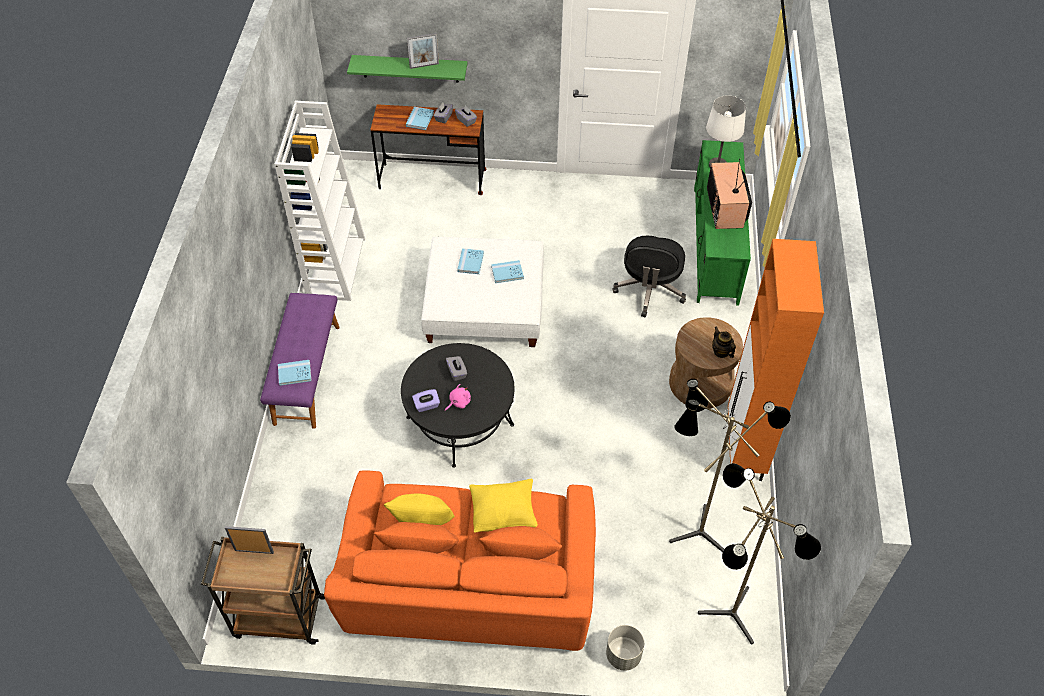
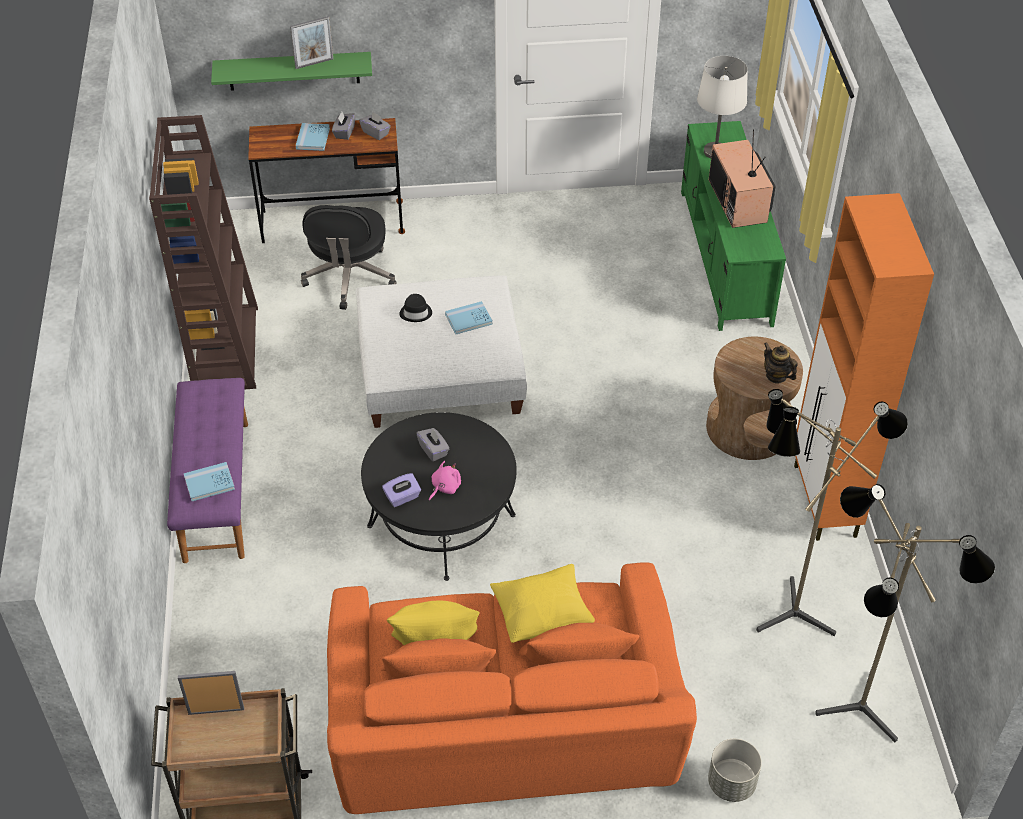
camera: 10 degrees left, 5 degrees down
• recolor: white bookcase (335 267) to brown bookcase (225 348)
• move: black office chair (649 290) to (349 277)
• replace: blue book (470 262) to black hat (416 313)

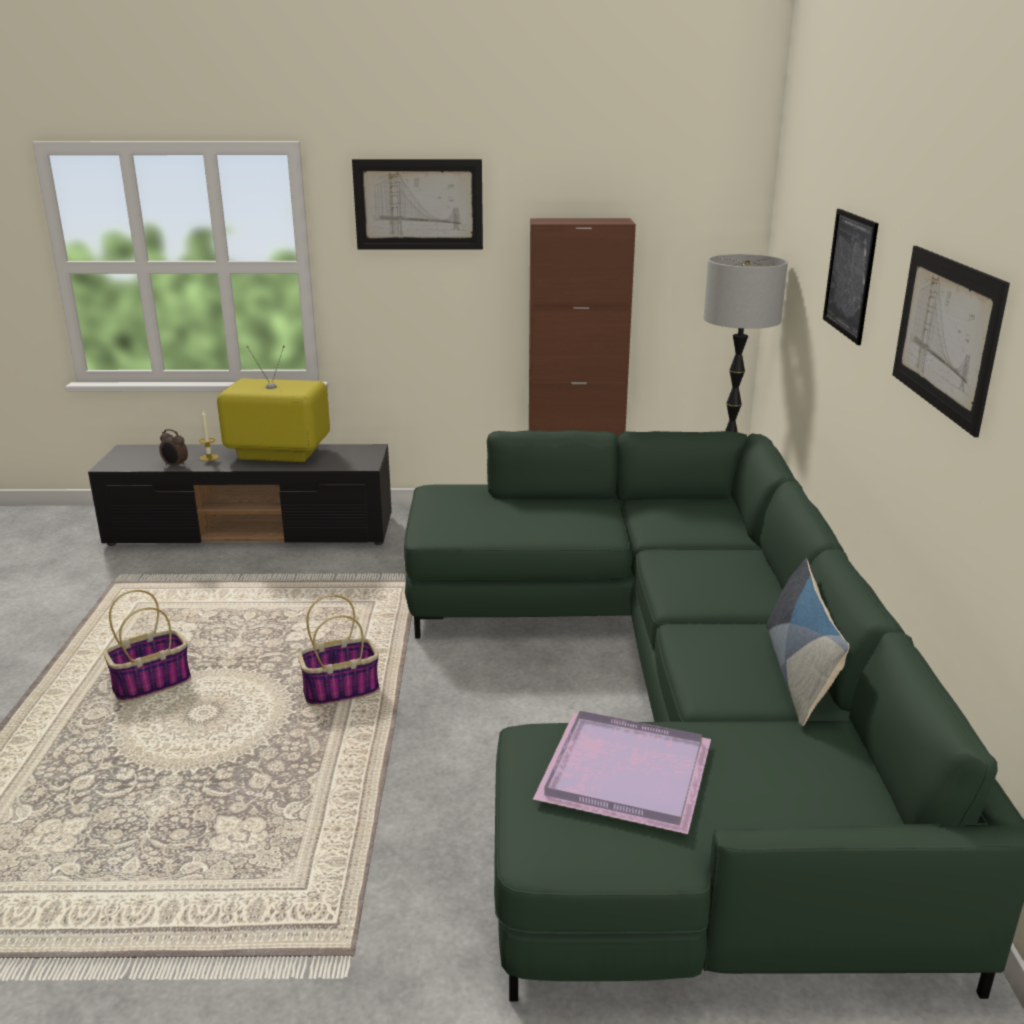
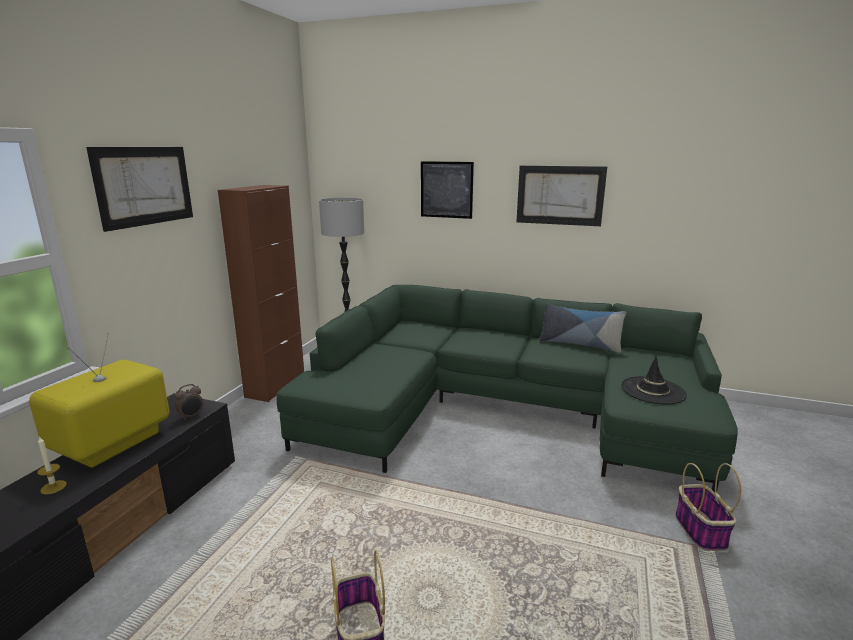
camera: 70 degrees left, 5 degrees down
• move: alarm clock (175 466) to (191 416)
• replace: purple tray (623 771) to black hat (652 390)
• move: basket (342 690) to (699 530)

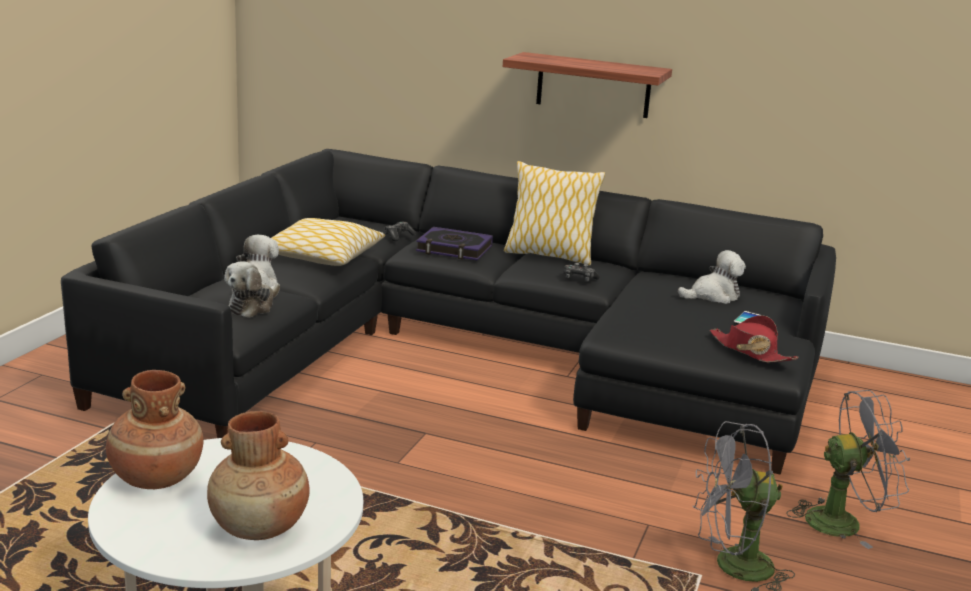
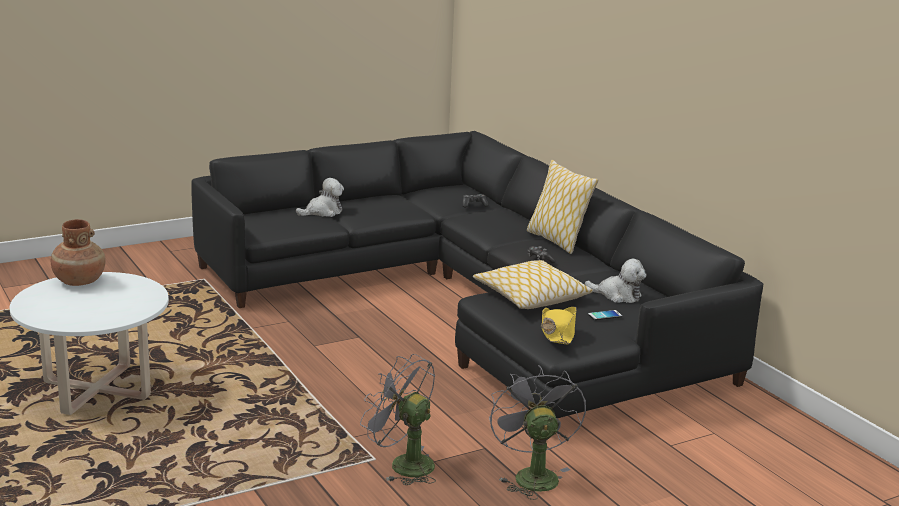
camera: 40 degrees right, 0 degrees up
• move: pillow (321 256) to (531 297)
• rotate: grey fan (843 522) = (532 475) 135 degrees counterclockwise
• recolor: red hat (750 351) to yellow hat (557 333)
• delete: brown vase (260 528)
• delete: plush toy (252 306)
• delete: book (454 249)
• delete: shelf (593 85)

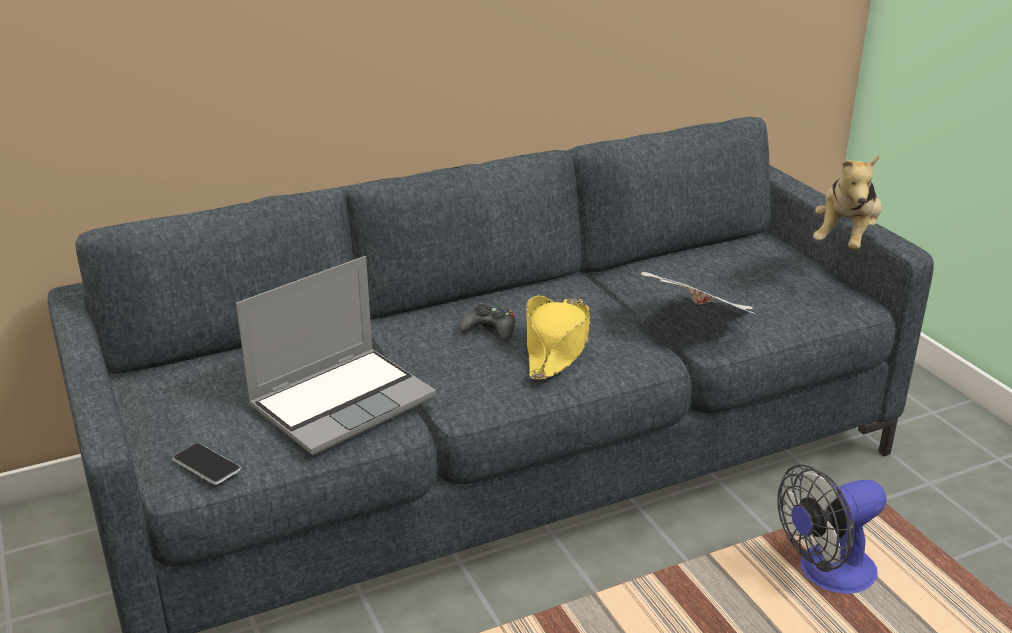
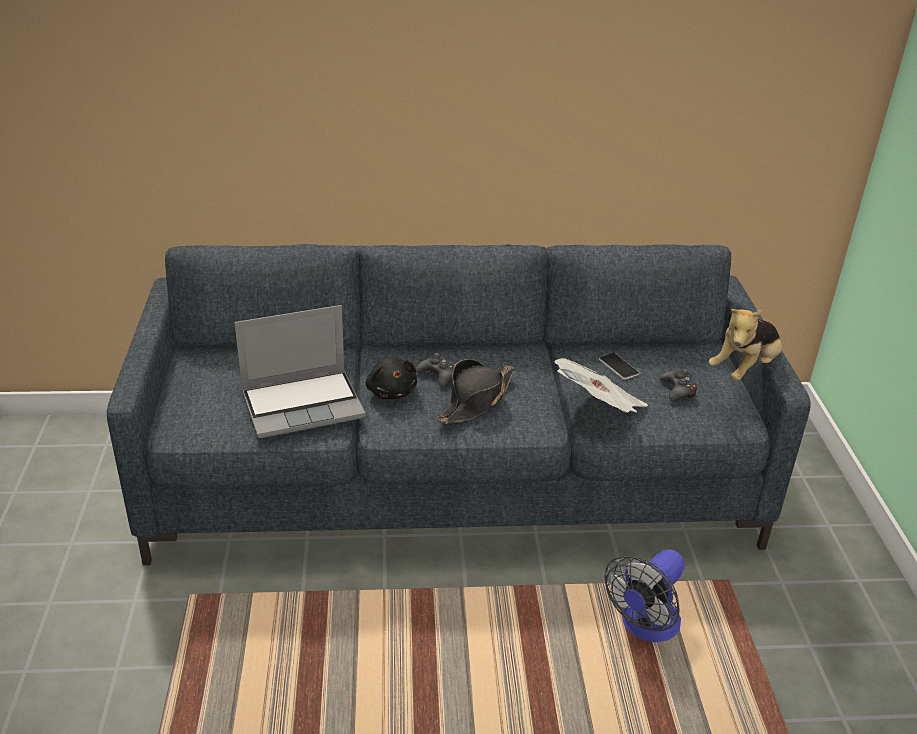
camera: 20 degrees right, 5 degrees up
• insert: black plush toy (391 391)
• recolor: yellow hat (556 347) to black hat (476 401)
• move: phone (206 465) to (618 367)
• rotate: fan (826 574) = (644 627) 45 degrees counterclockwise
• insert: black game controller (678 390)

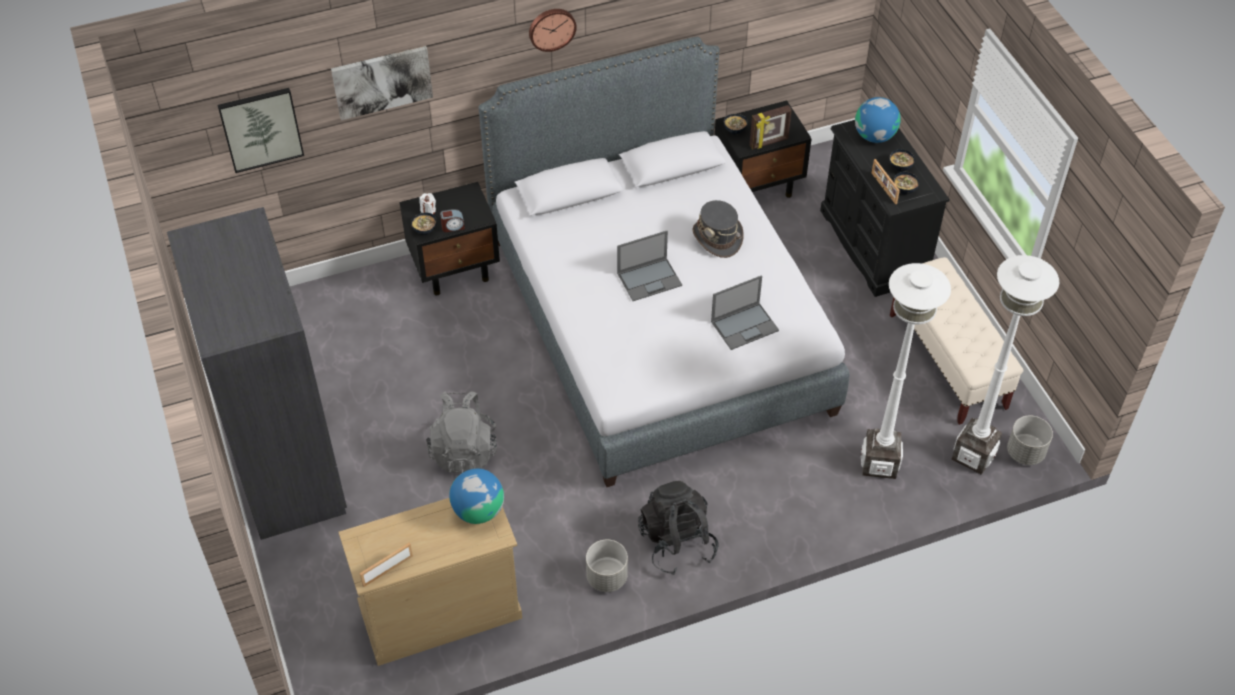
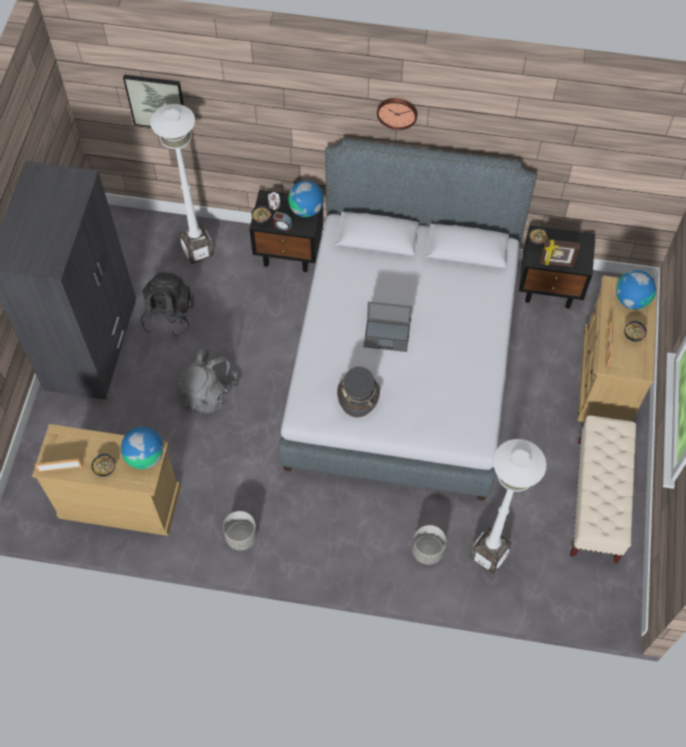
camera: 30 degrees right, 10 degrees up
• move: bowl (905 189) to (105 469)
• move: black backpack (677 543) to (169 316)
• move: white floor lamp (973 455) to (198 251)
• insert: globe (306 209)
• move: grey hat (717 237) to (358 396)
• move: grey planter (1025 452) to (428 551)
• recolor: black dresser (873 245) to beige dresser (605 378)
• delete: picture (382 81)
• delete: laptop (745 325)

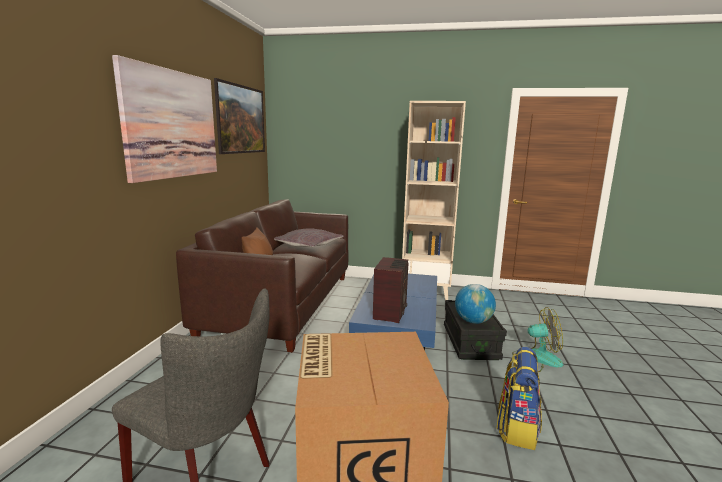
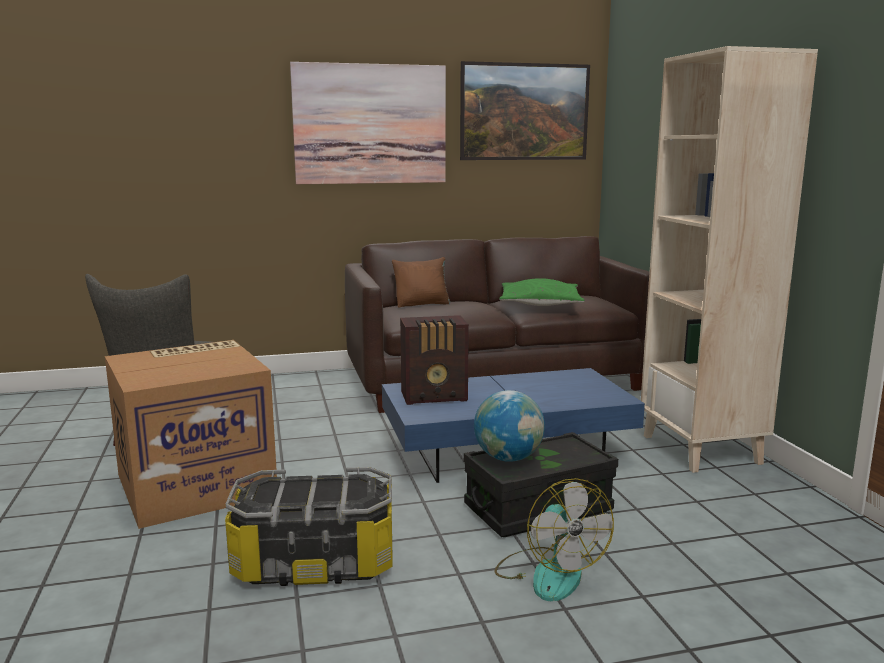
camera: 65 degrees right, 0 degrees up
• replace: backpack (516 428) to storage box (315 562)
• recolor: grey pillow (308 245) to green pillow (540 304)

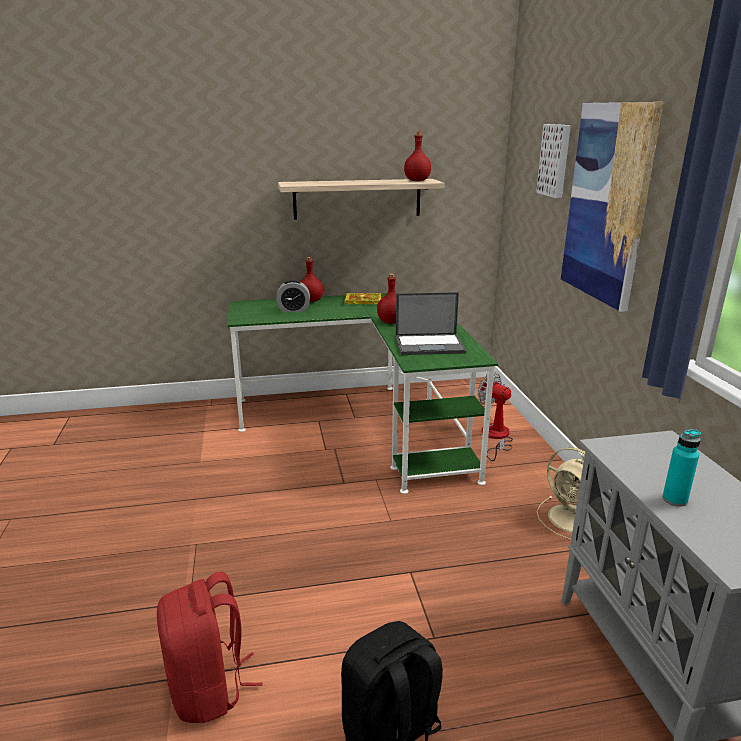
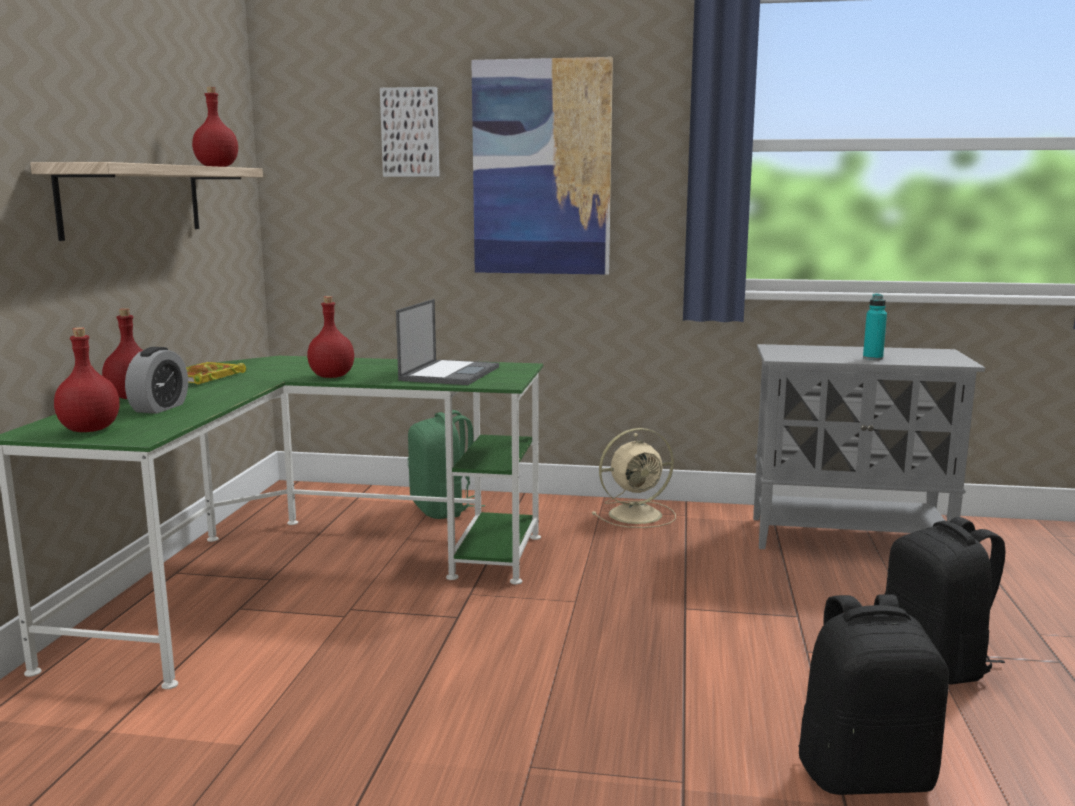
camera: 70 degrees left, 10 degrees down
• insert: red bottle (91 429)
• replace: fan (495 437) to green backpack (442 509)
• recolor: red backpack (209 688) to black backpack (865 774)

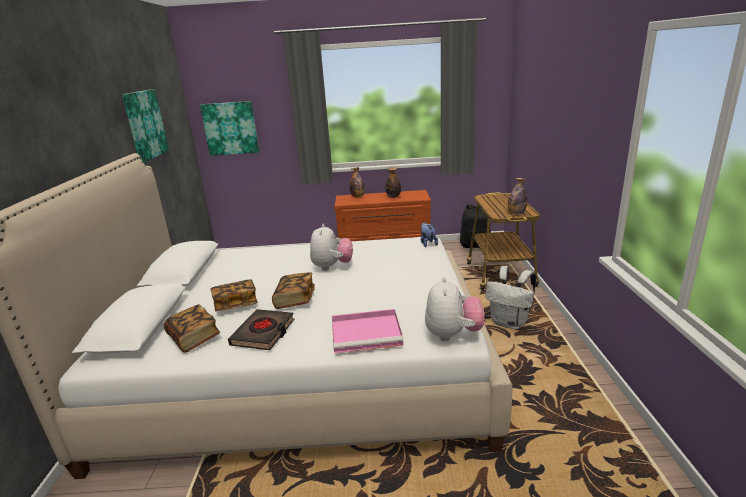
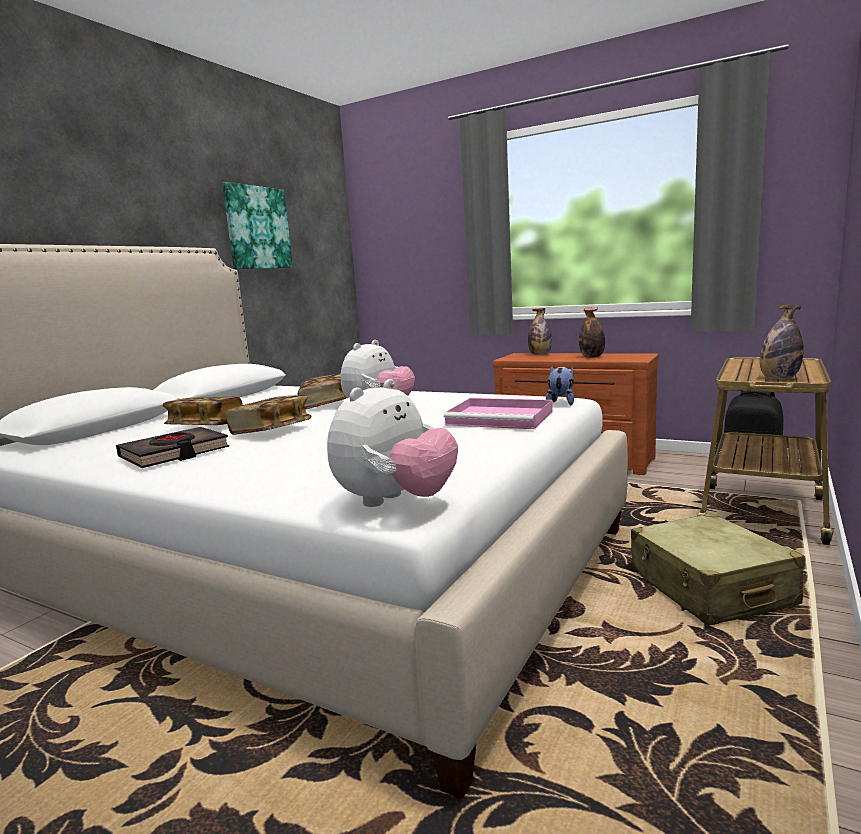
camera: 30 degrees right, 10 degrees down
• move: book (194 338) to (323 405)
• move: pink tray (367 333) to (502 418)
• replace: white backpack (510 323) to beige suitcase (710 588)
• delete: picture (230 128)

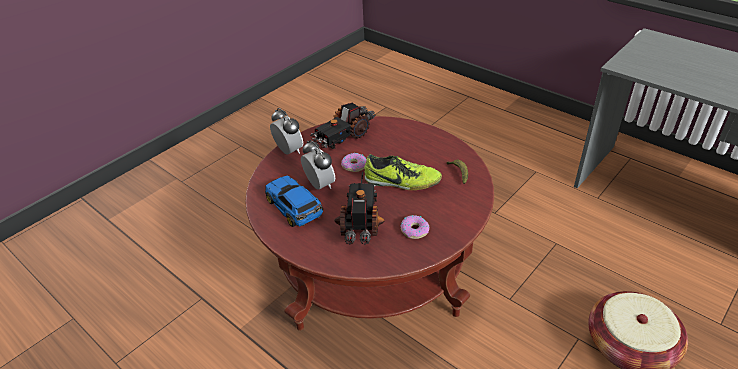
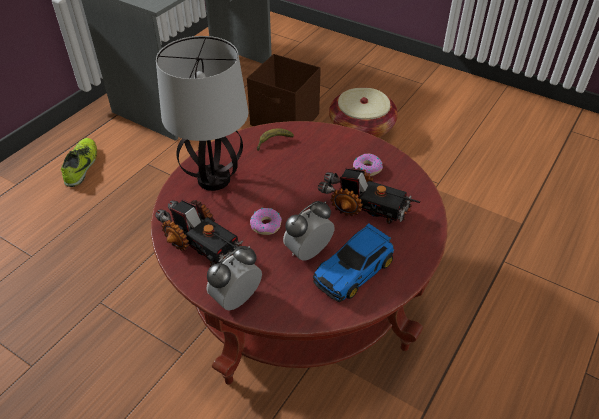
camera: 100 degrees left, 5 degrees up
• move: shoe (402 182) to (82 166)
• insert: table lamp (215 179)
• insert: brown storage box (285 120)
• rotate: toy truck (361 222) = (365 207) 150 degrees counterclockwise

